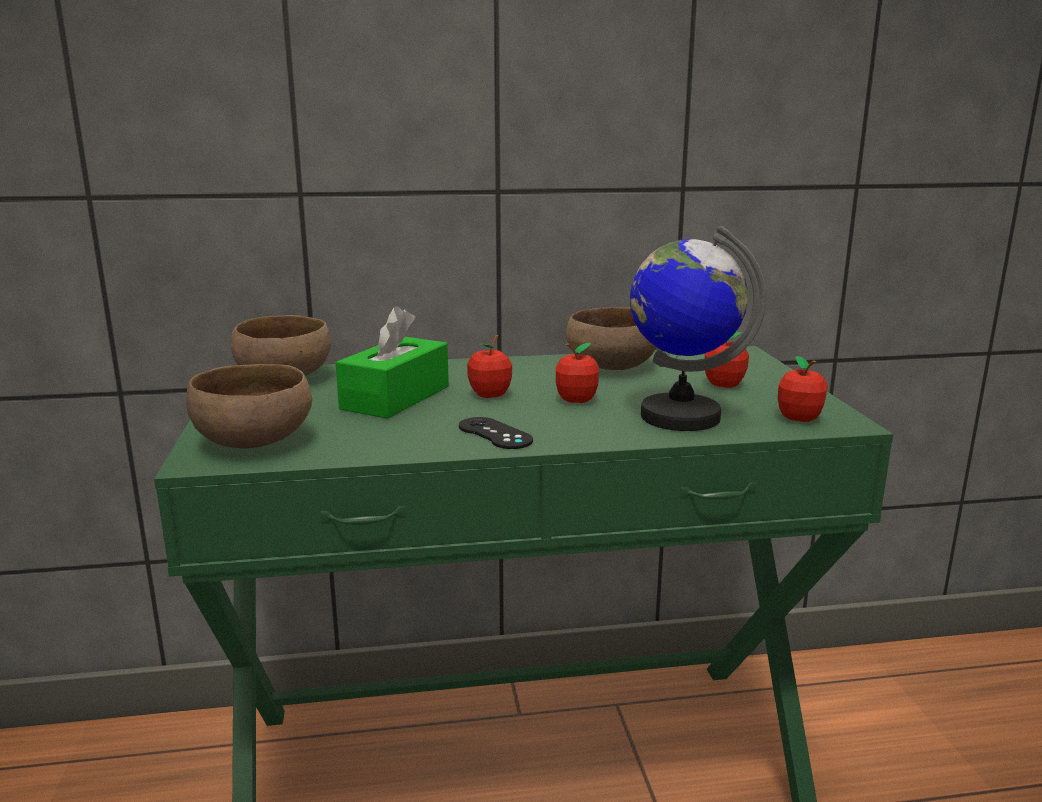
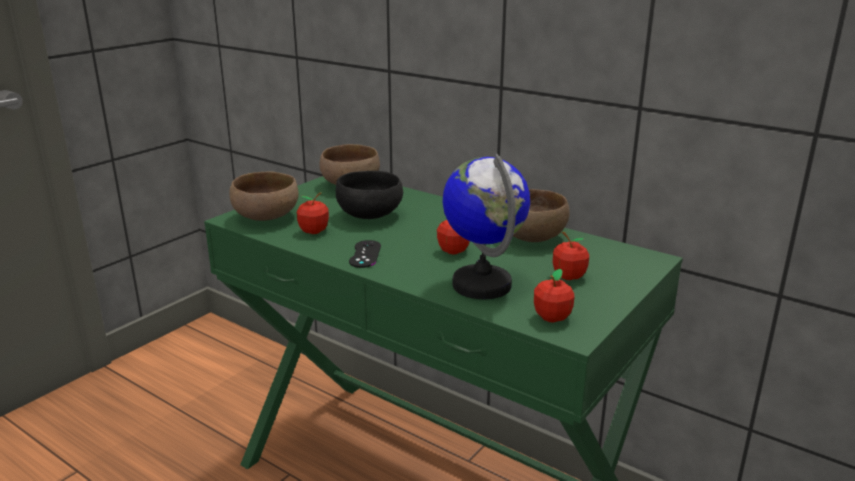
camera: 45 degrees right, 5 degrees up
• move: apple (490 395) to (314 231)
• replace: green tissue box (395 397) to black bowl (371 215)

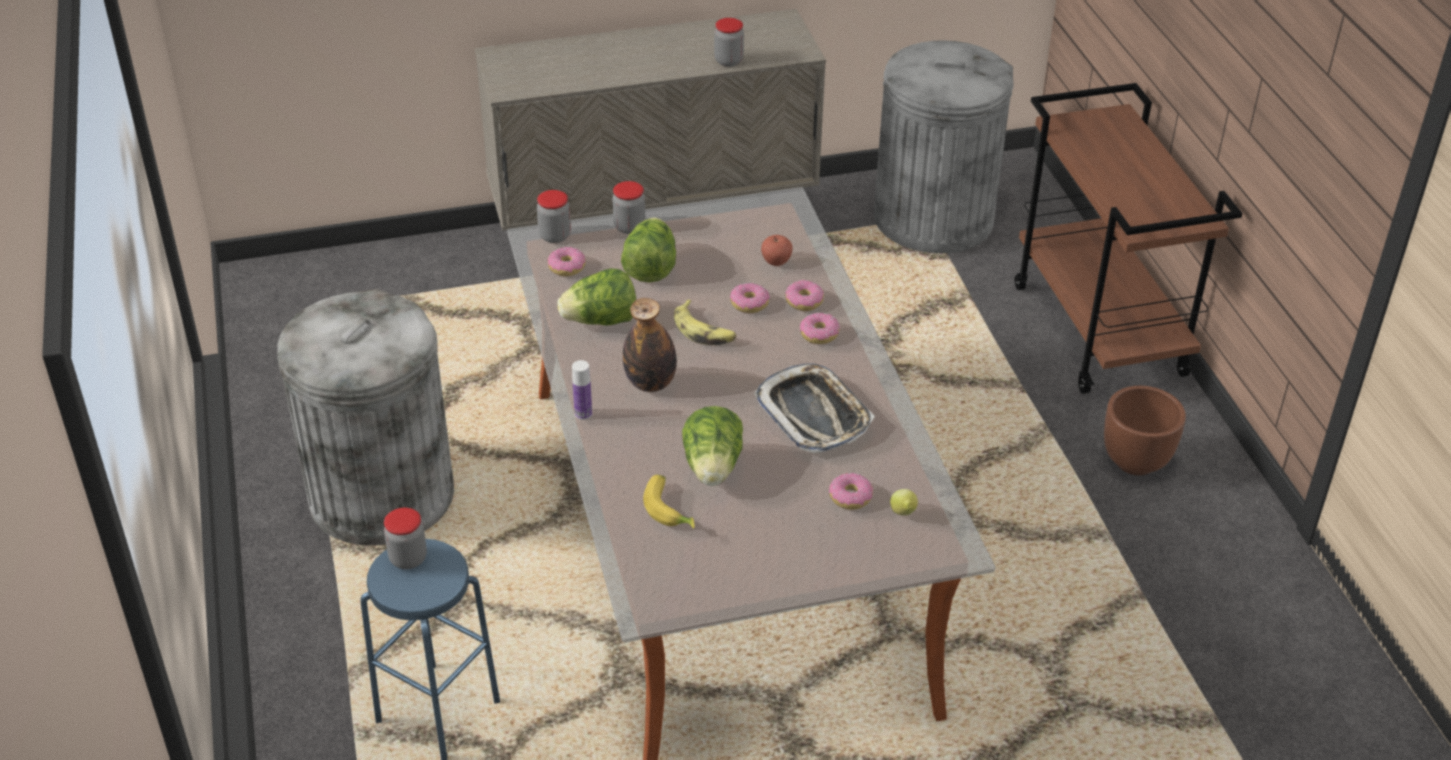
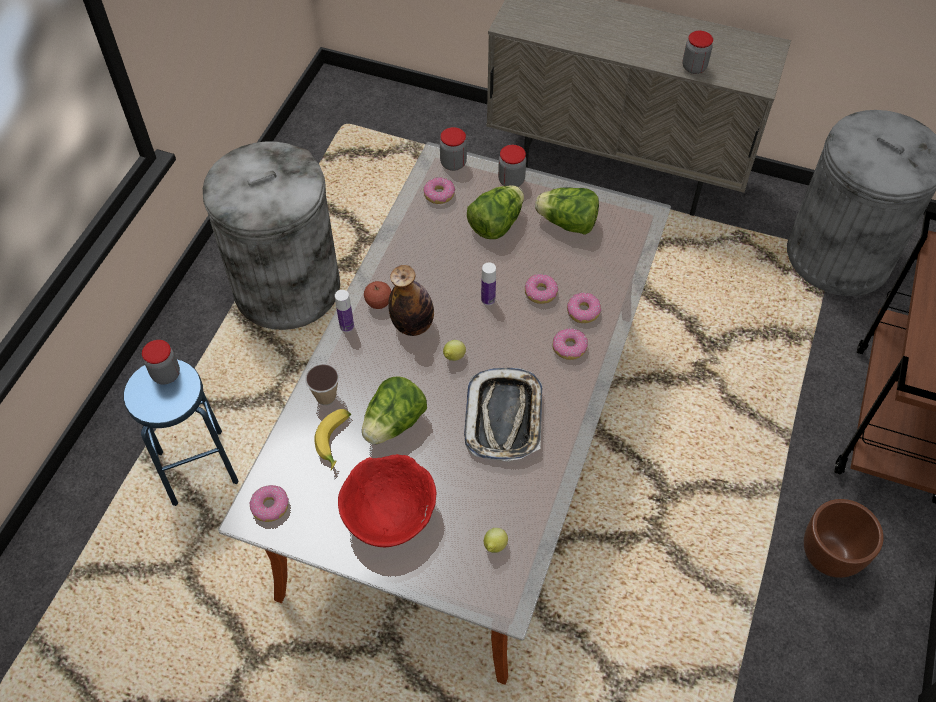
camera: 35 degrees right, 15 degrees up
• move: donut (850 497) to (270 507)
• insert: cup (326 397)
• insert: red bowl (390 515)
• move: apple (776 261) to (378 303)
• insert: lemon (453 357)
• replace: banana (704 331) to bottle (488 299)
• move: lettuce (601 321) to (567 223)

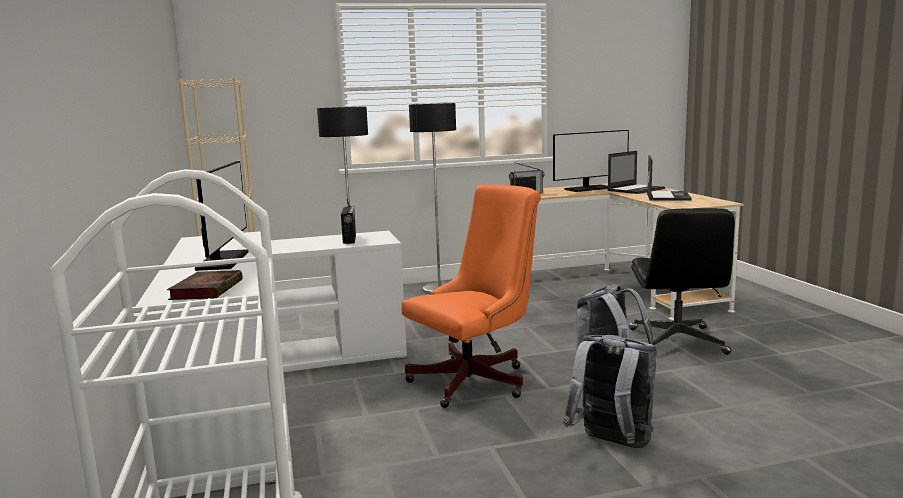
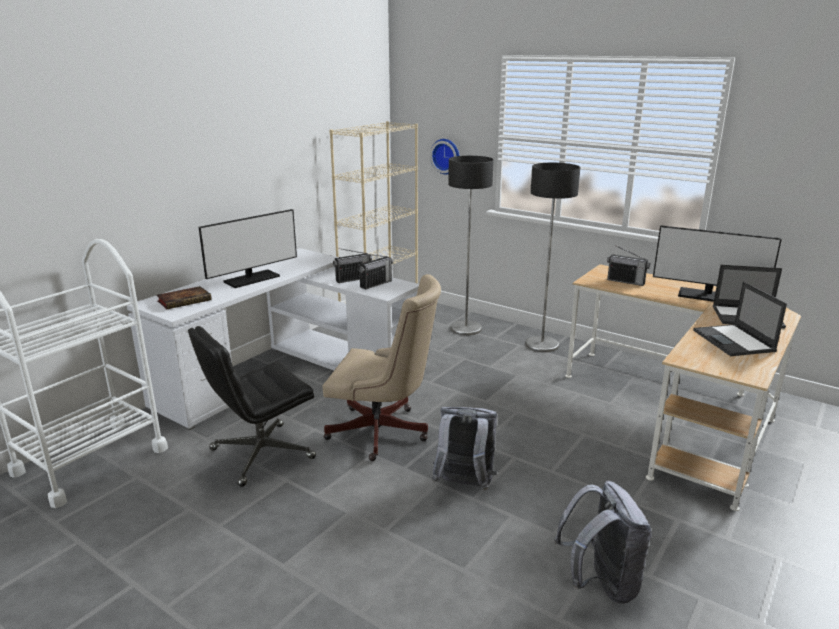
camera: 50 degrees right, 10 degrees up
• move: black office chair (677 342) to (261 454)
• recolor: orange office chair (477 380) to beige office chair (383 433)
• insert: radio (353 279)
• insert: wall clock (446 156)
• move: grey backpack (612 444) to (600 583)
• rotate: laptop (667 196) = (734 341) 105 degrees clockwise

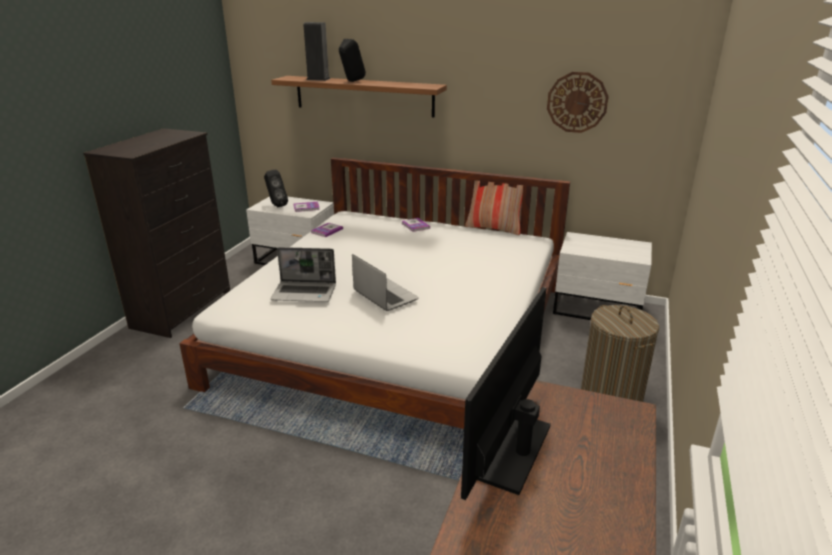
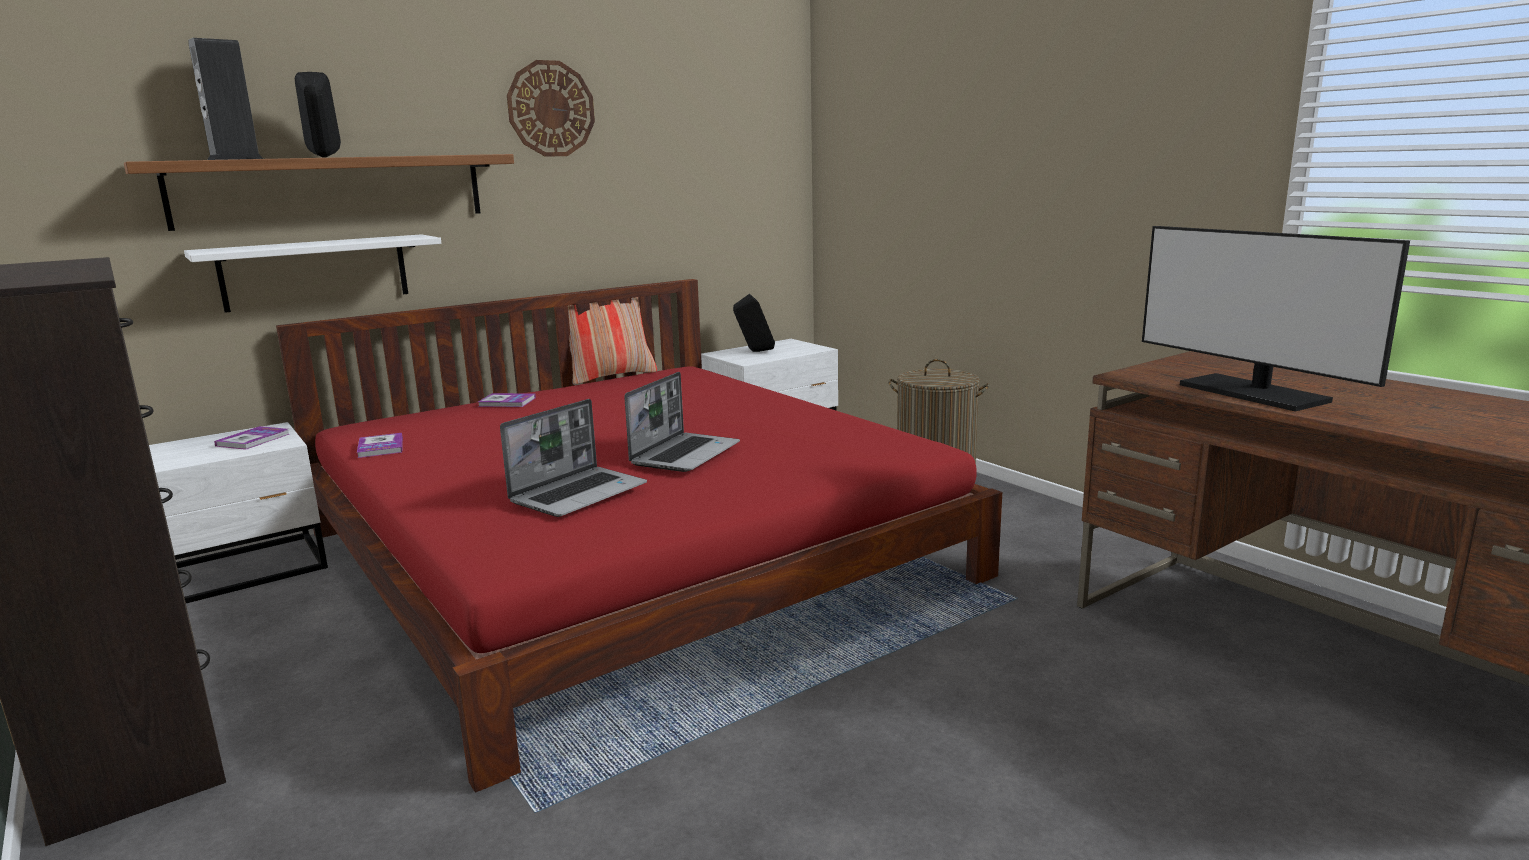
camera: 55 degrees left, 10 degrees down
• insert: white shelf (315 272)
• recolor: white bed (398 332) to red bed (629 554)
• move: wall clock (577 102) to (551 109)
• rotate: laptop (384 295) = (685 454) 120 degrees clockwise
• move: black speaker (276 205) to (754 351)

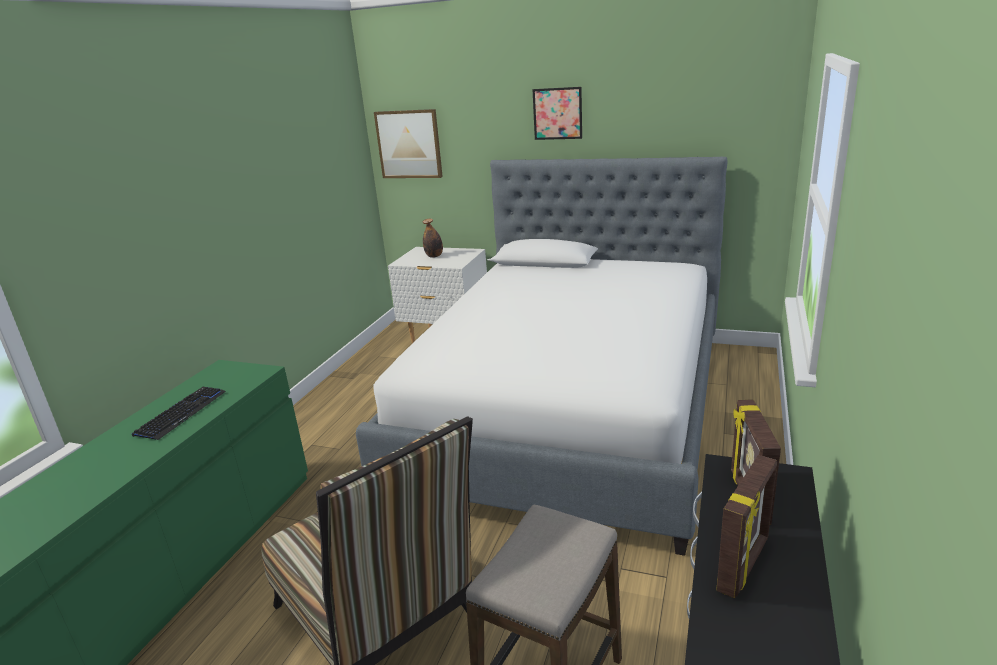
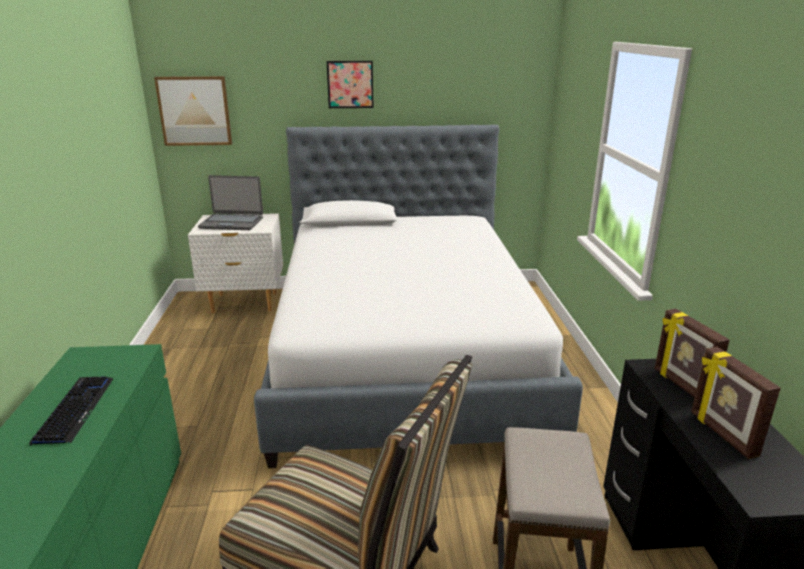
camera: 25 degrees left, 0 degrees up
• replace: bottle (434 256) to laptop (232 223)
• rotate: picture frame (744 565) = (722 434) 150 degrees clockwise

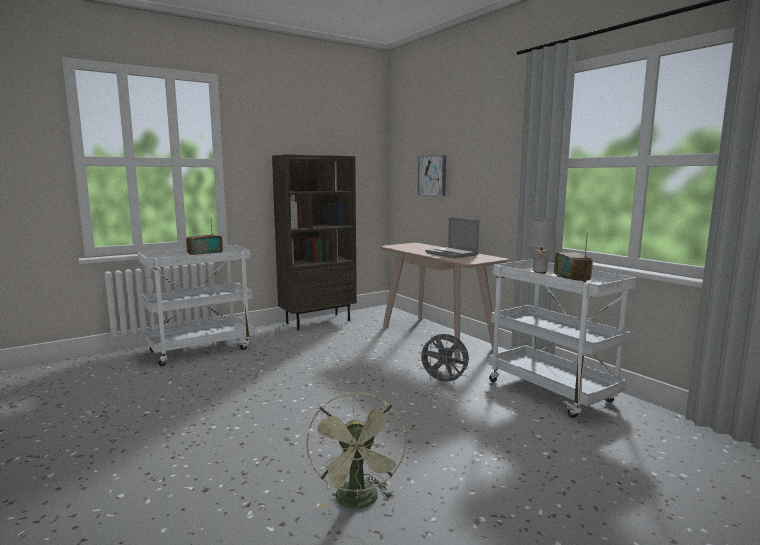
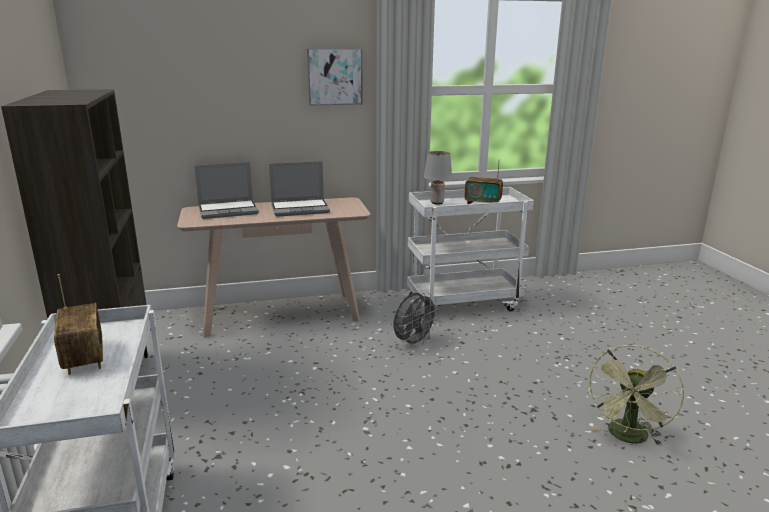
camera: 70 degrees left, 10 degrees up
• insert: laptop (229 210)
• move: picture (433 175) to (335 76)
• rotate: green fan (359 502) = (628 438) 105 degrees clockwise

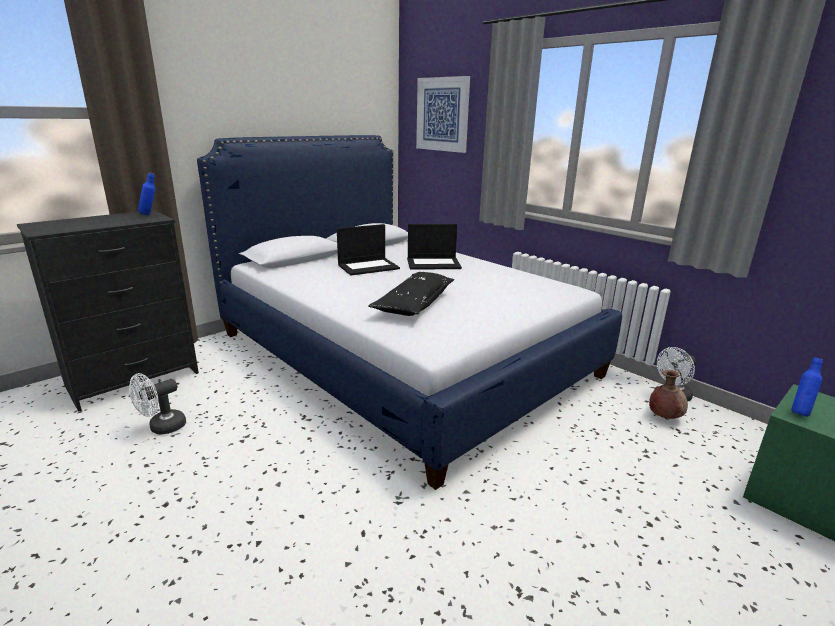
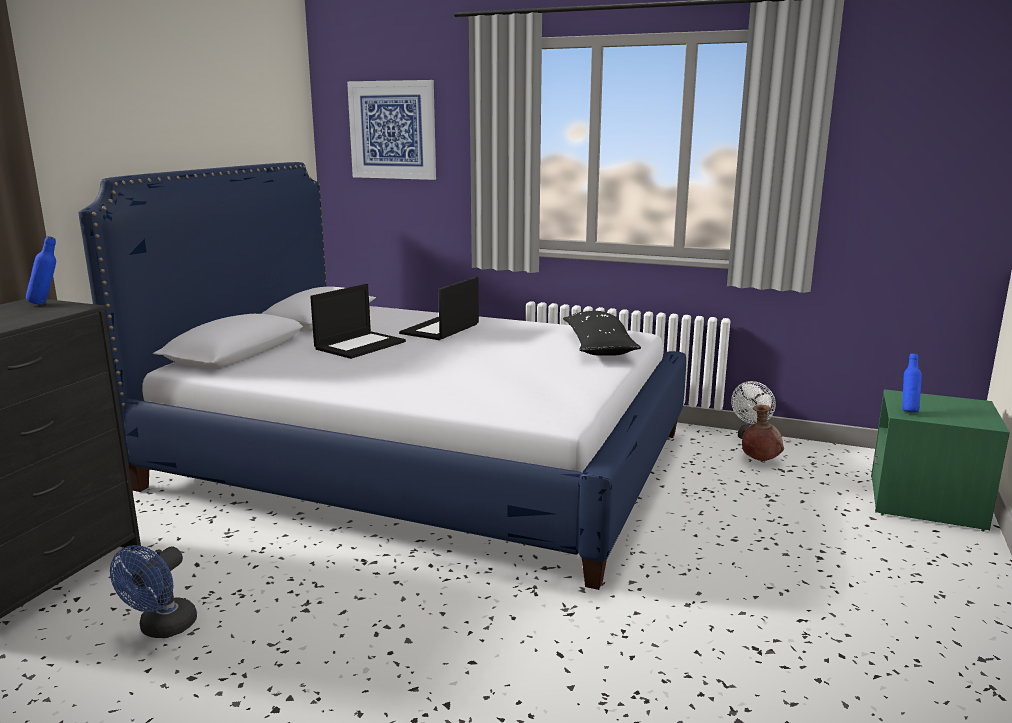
camera: 25 degrees left, 5 degrees down
• recolor: white fan (162 428) to blue fan (162 629)
• rotate: laptop (434 263) = (440 329) 150 degrees clockwise
• move: black pillow (414 303) to (598 346)

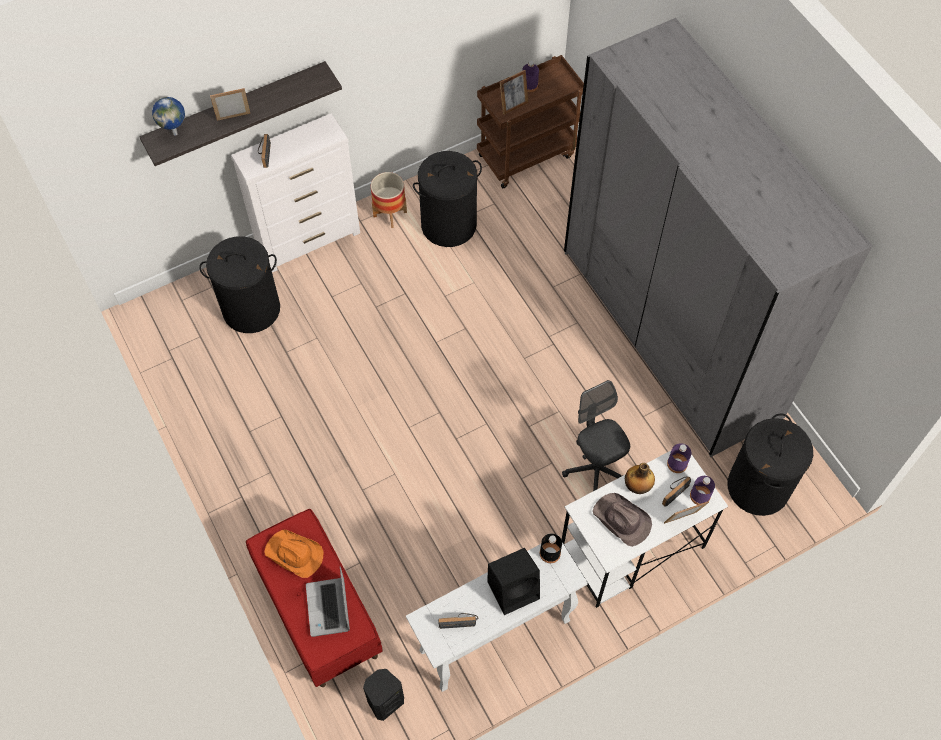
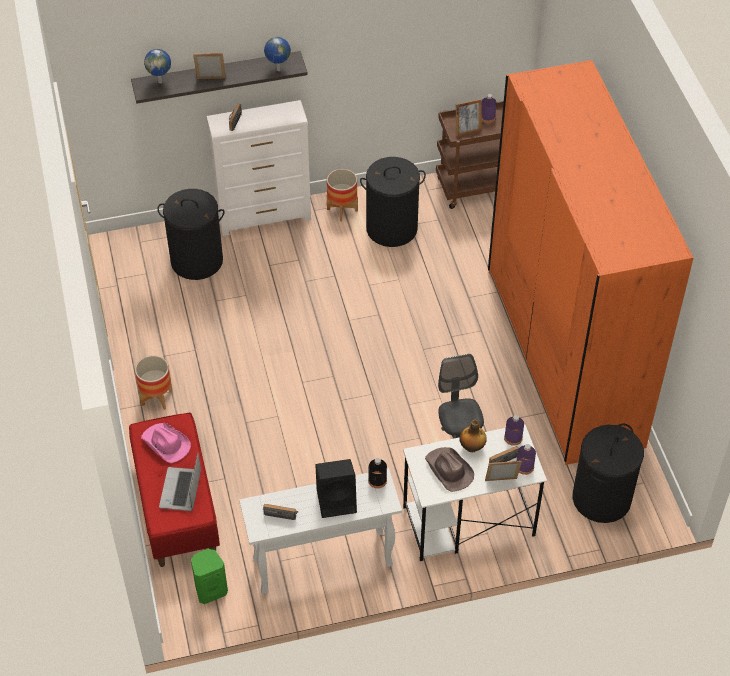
camera: 15 degrees right, 10 degrees down
• insert: planter (157 397)
• recolor: orange hat (294 554) to pink hat (166 444)
• recolor: black speaker (385 701) to green speaker (210 590)
• insert: globe (278 70)
• recolor: grey wardrobe (670 333) to orange wardrobe (563 356)

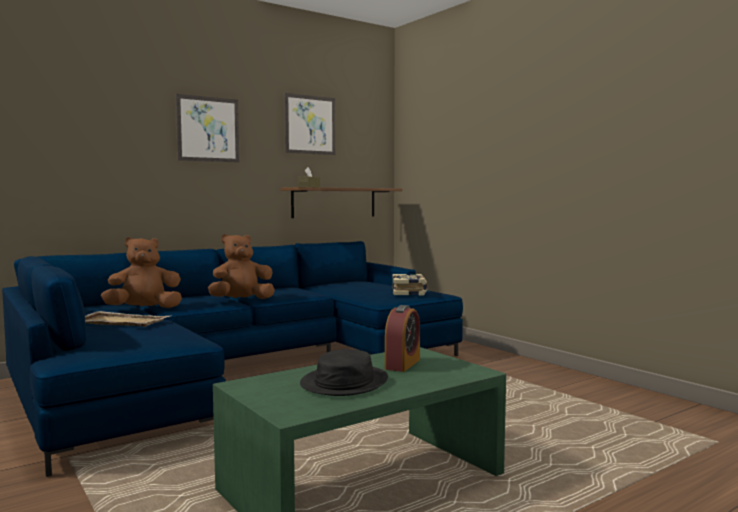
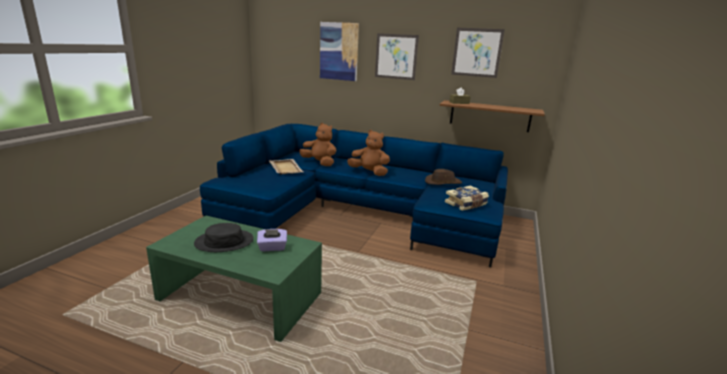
camera: 55 degrees right, 15 degrees up
• replace: alarm clock (402 364) to purple tissue box (272 248)
• insert: picture (339 51)
• insert: brown hat (443 182)

